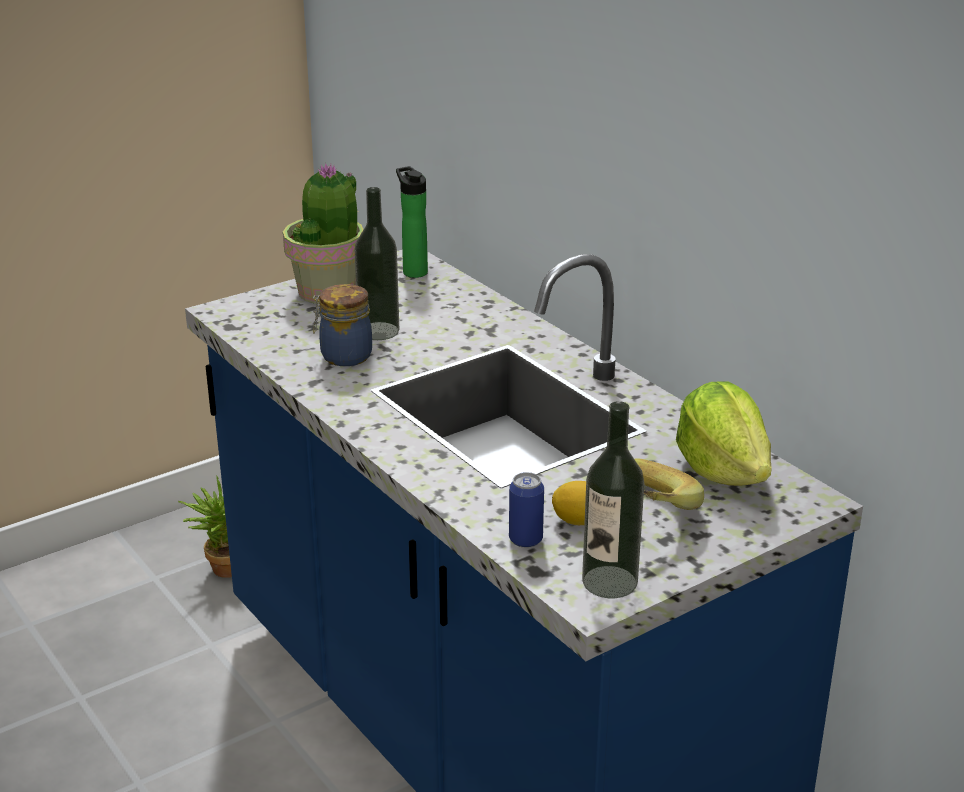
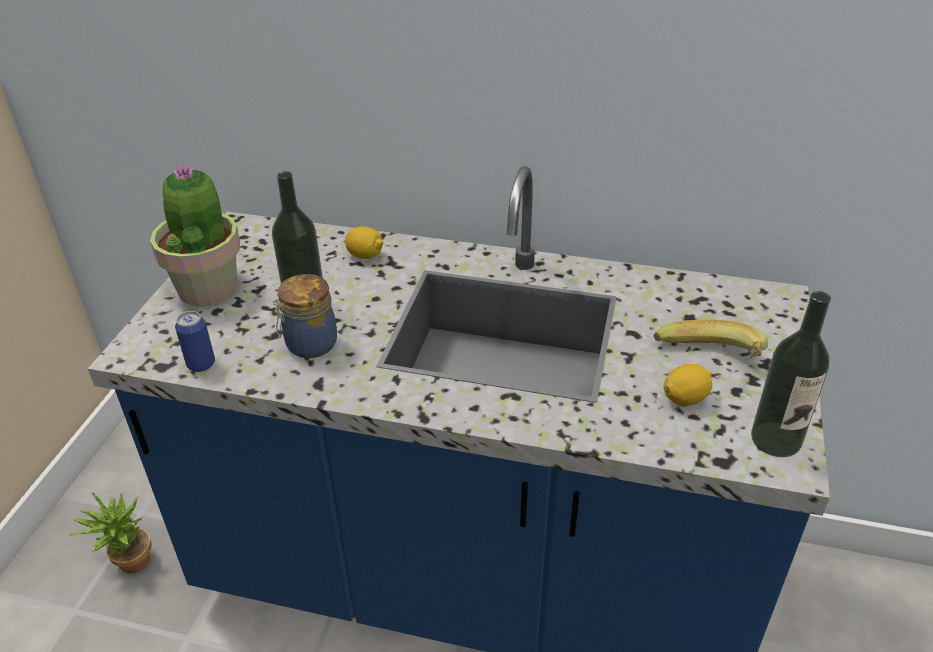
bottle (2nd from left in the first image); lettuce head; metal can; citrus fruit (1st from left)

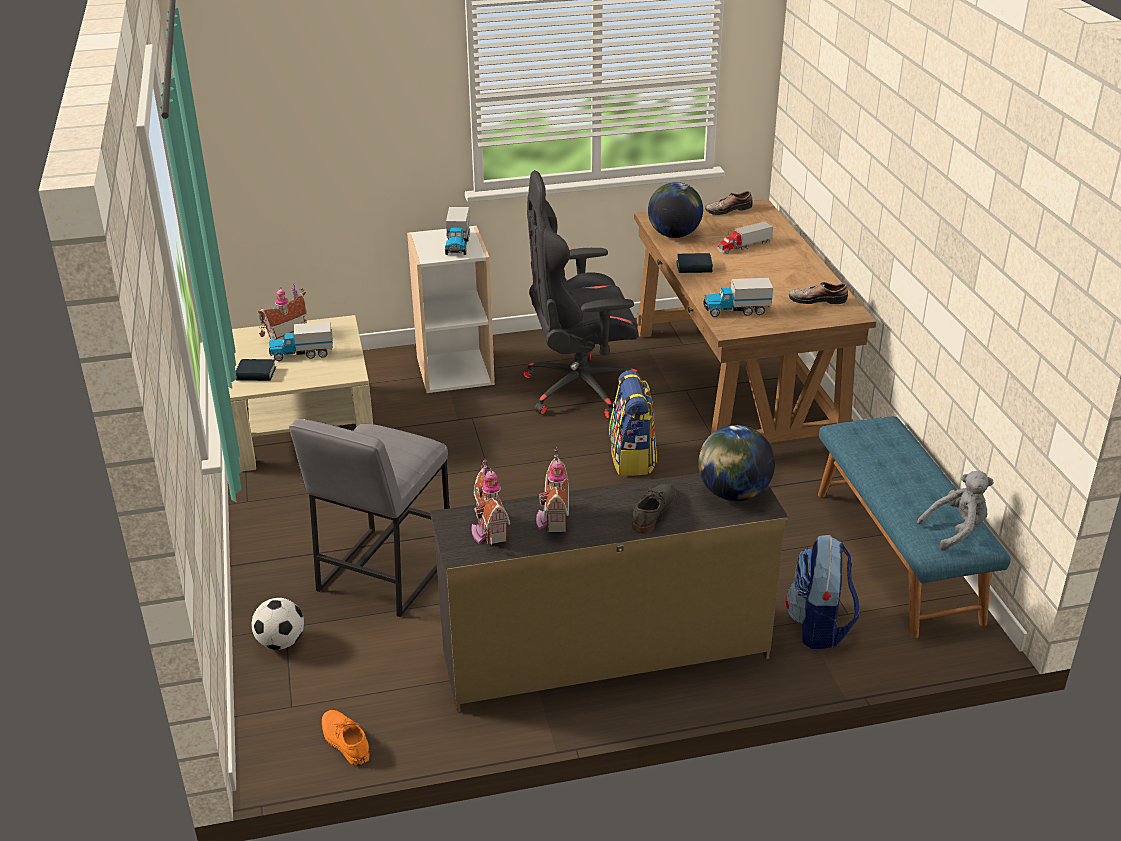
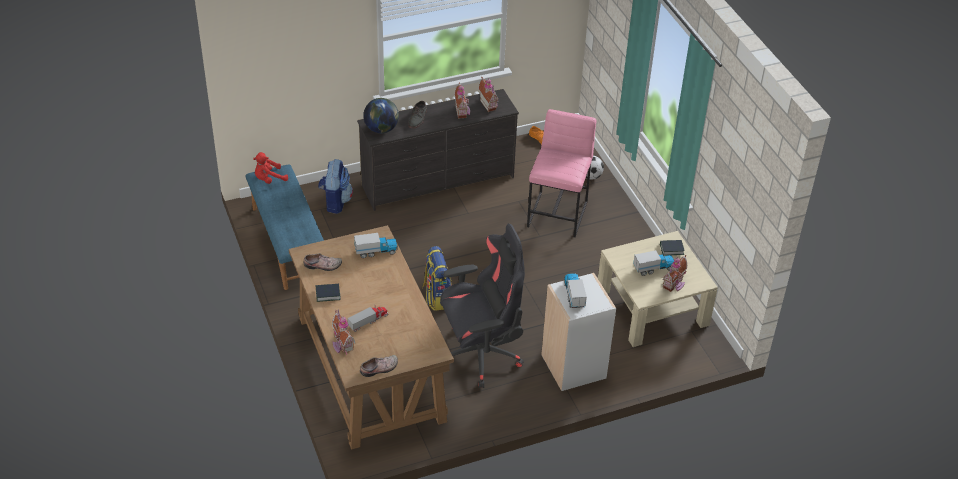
globe (1st from left in the first image); volume (1st from left); pink upright chair; red-coloured soft toy; model house (1st from left)

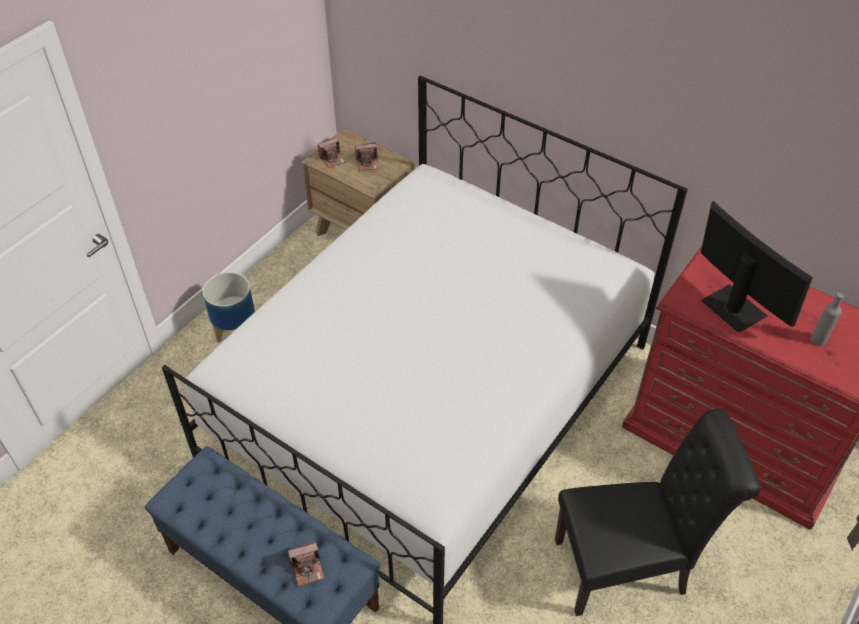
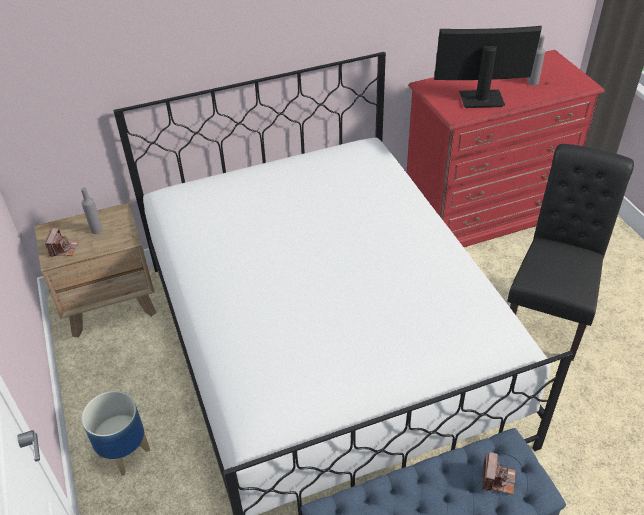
greyish bottle (1st from left)

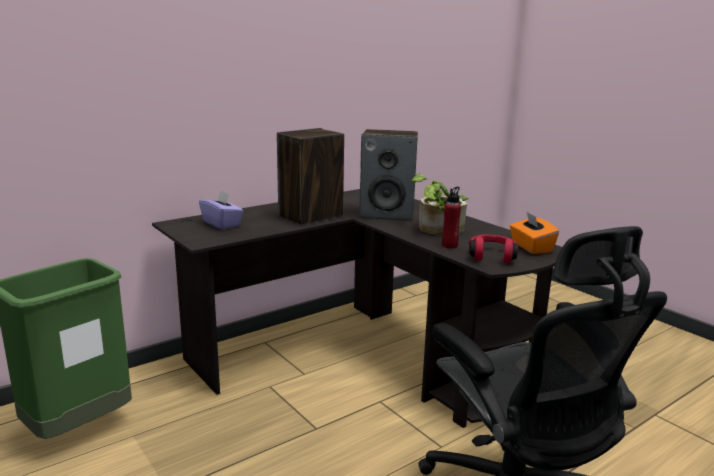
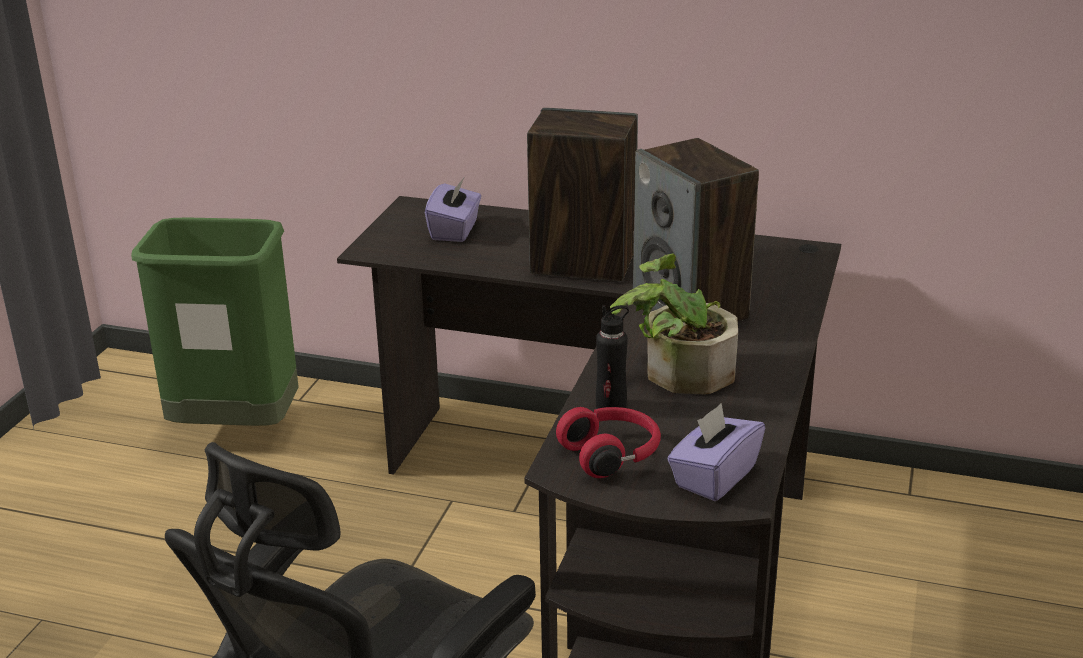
black bottle; purple tissue holder (2nd from left)

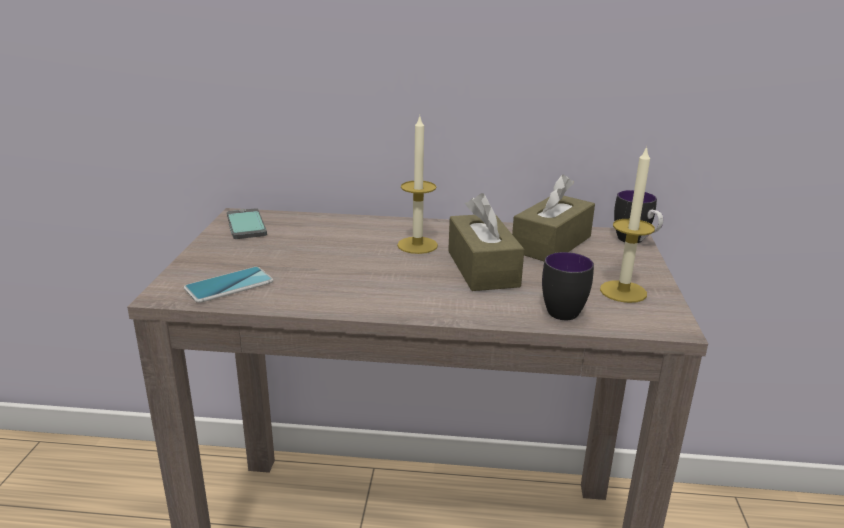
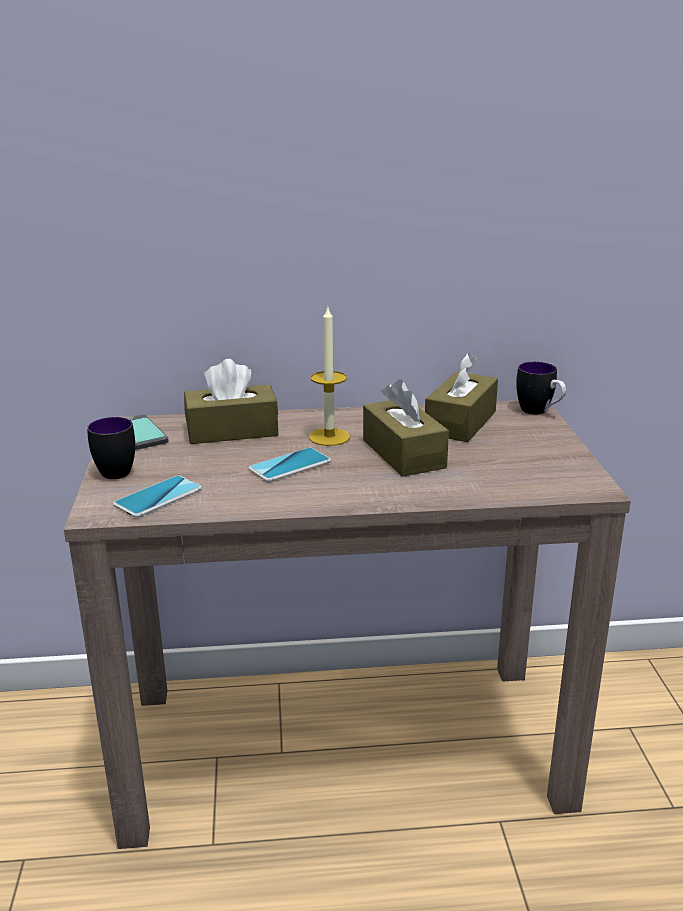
candle (2nd from left in the first image); mug (1st from left); brown tissue holder (1st from left); handset (3rd from left)

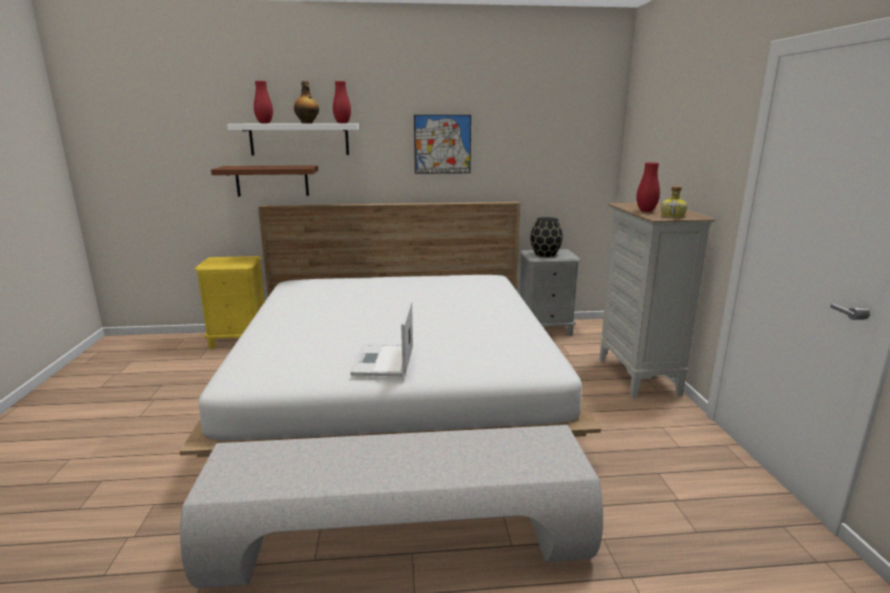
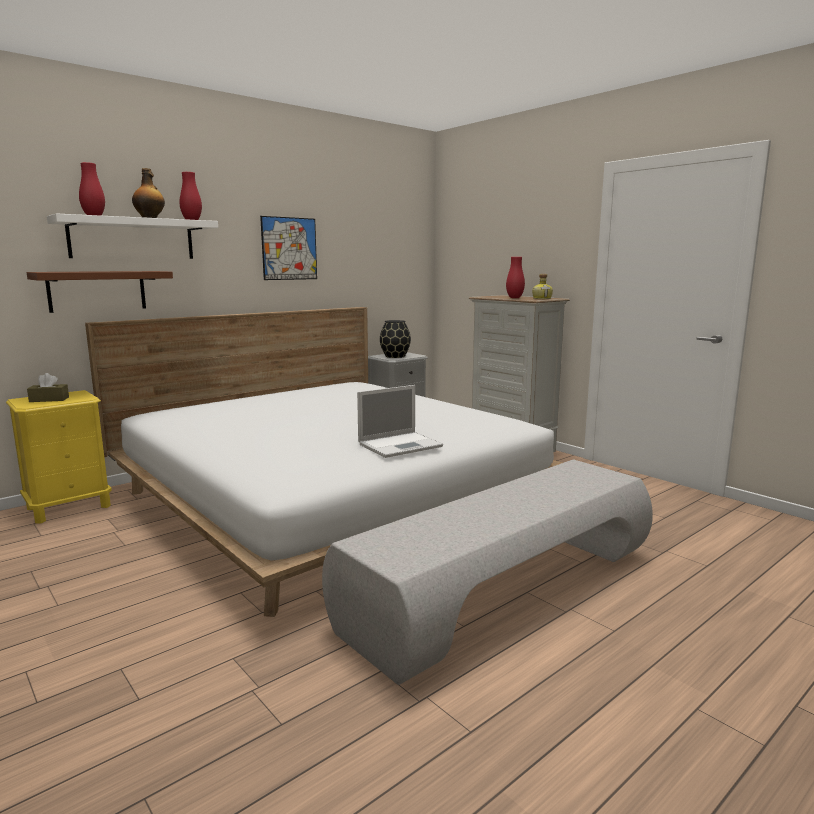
notebook computer; brown tissue holder

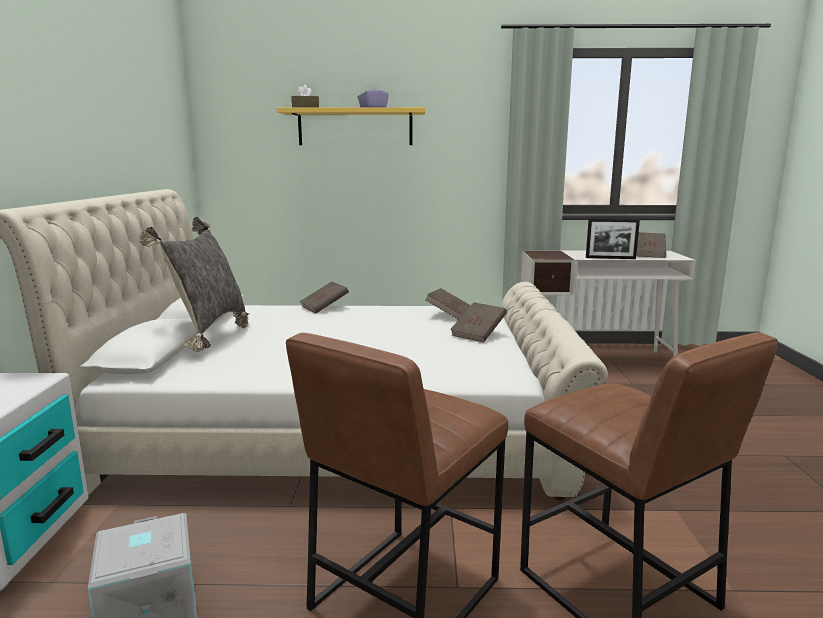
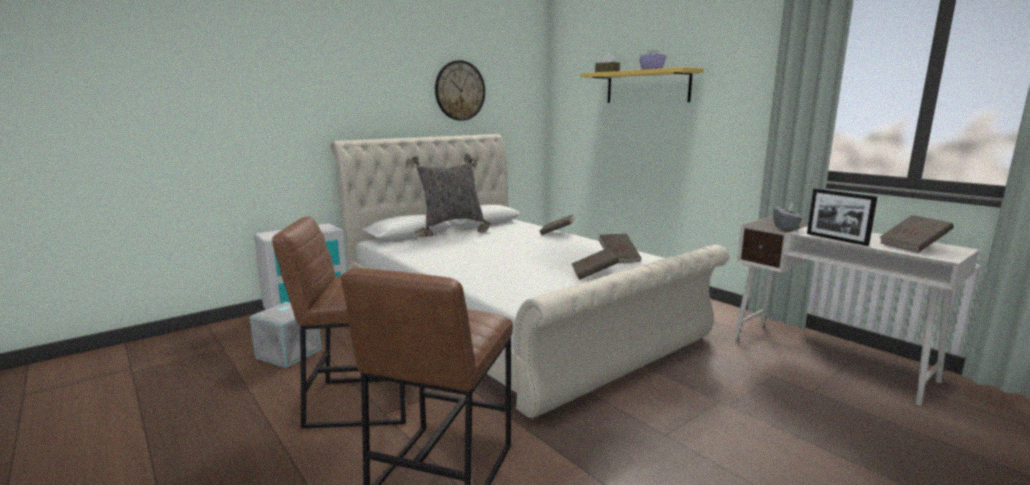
hanging clock; greyish tissue holder

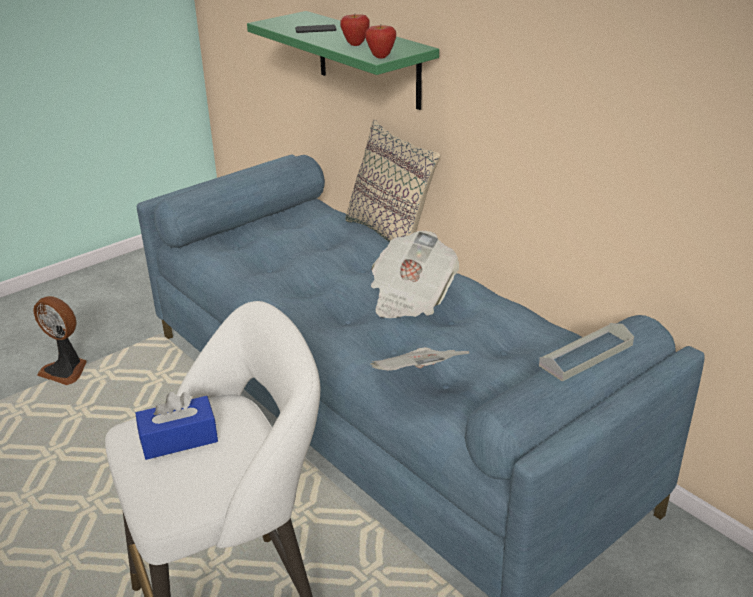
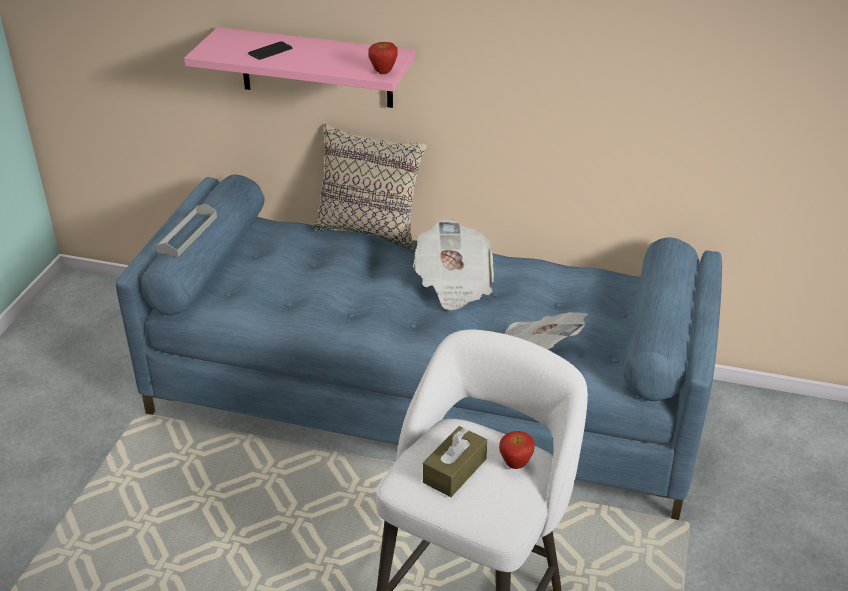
pink wall shelf; apple (2nd from left); fan; greyish tray; brown tissue holder

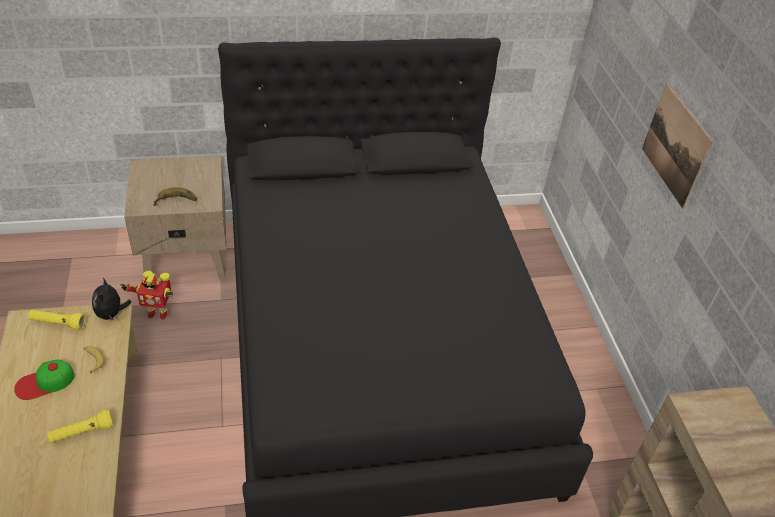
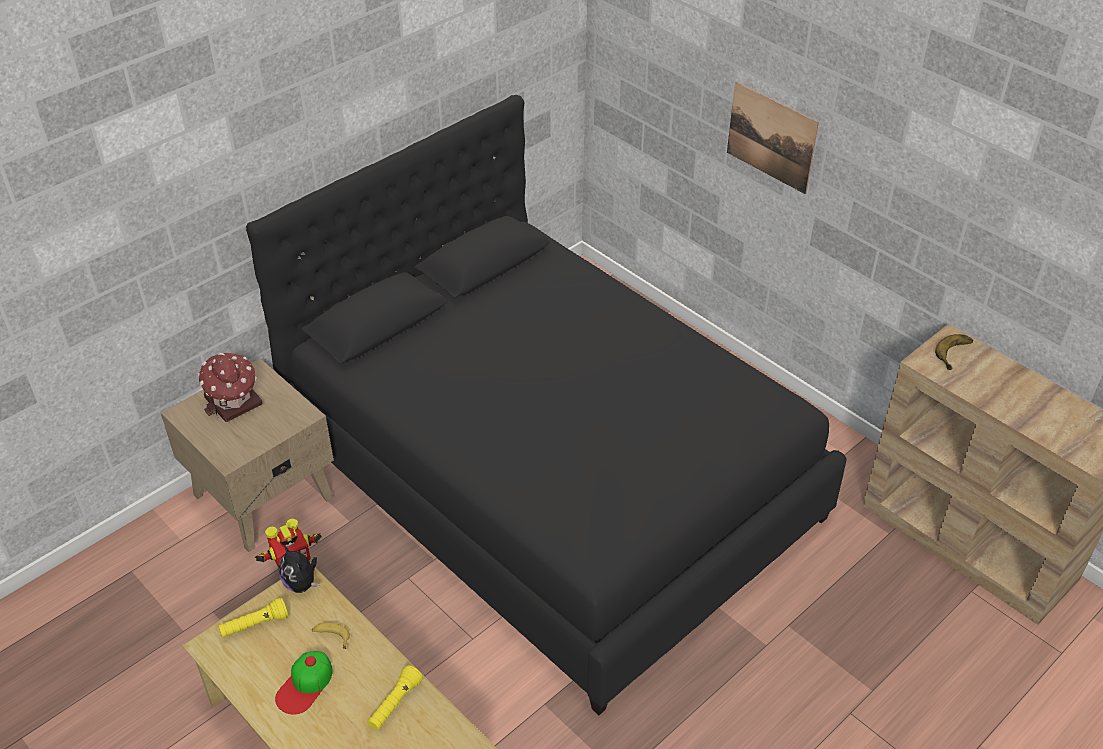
banana (2nd from left); model house

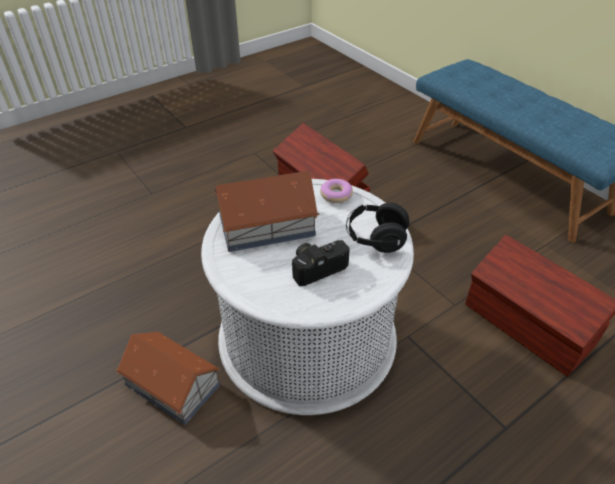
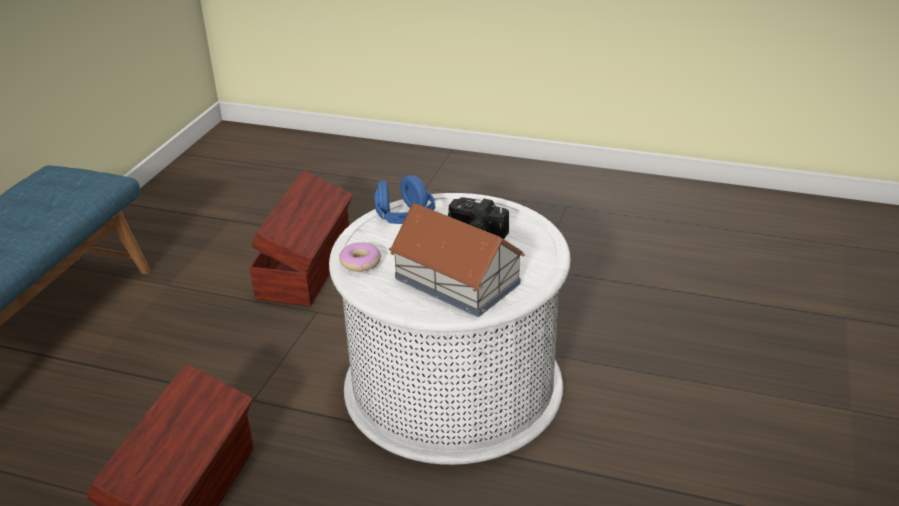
blue pair of headphones; model house (1st from left in the first image)

